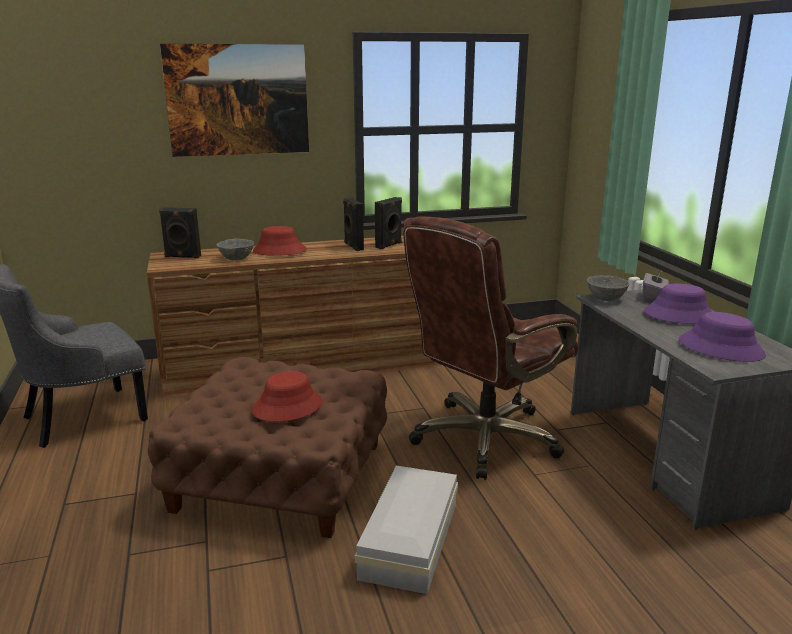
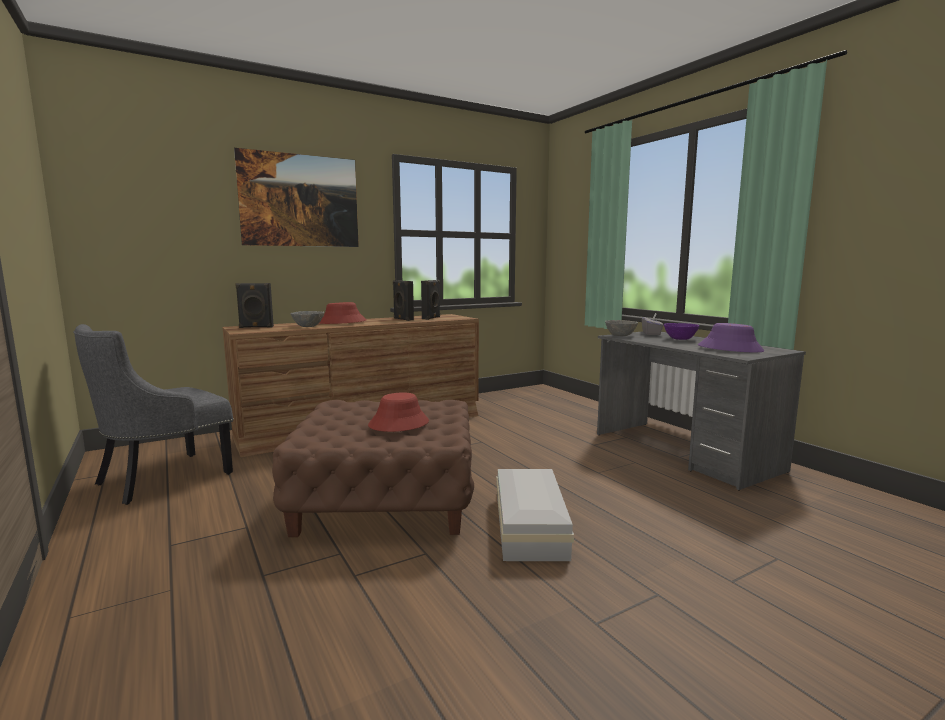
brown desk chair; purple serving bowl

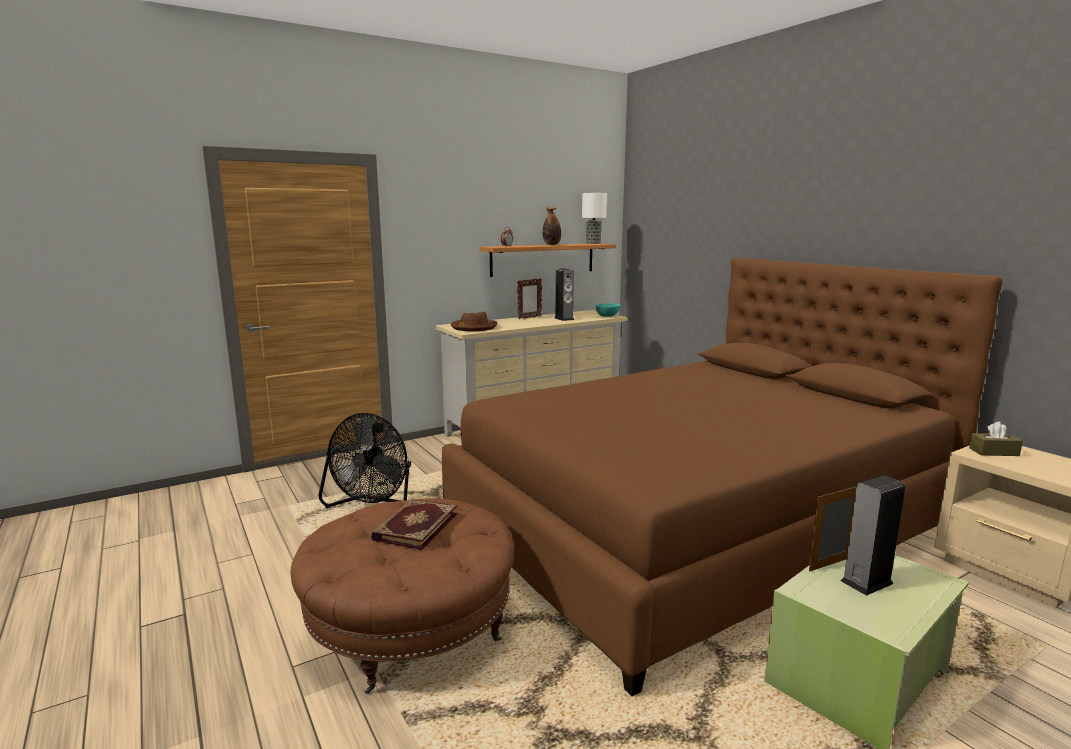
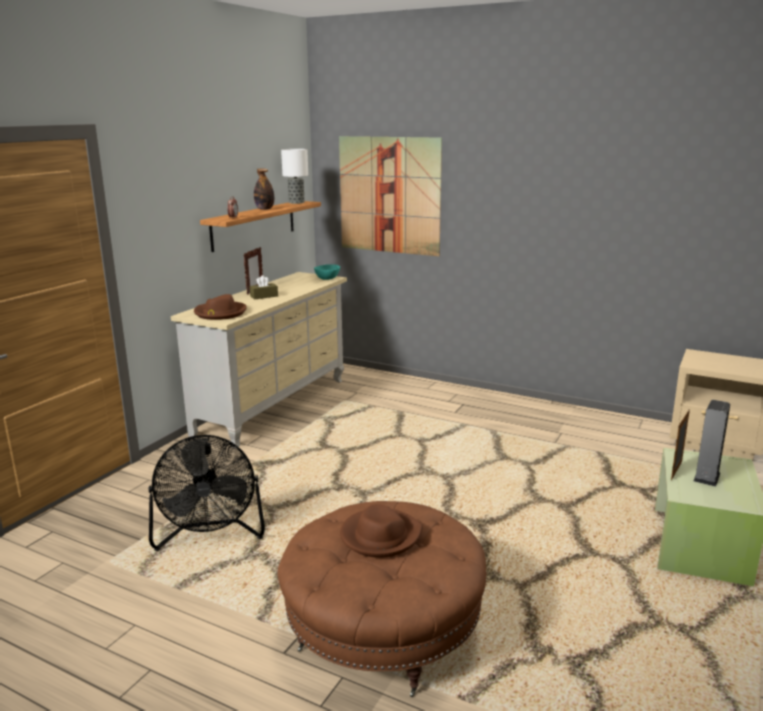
brown bedroom bed; speaker (1st from left in the first image); brown tissue holder; brown wearable hat (2nd from left); picture

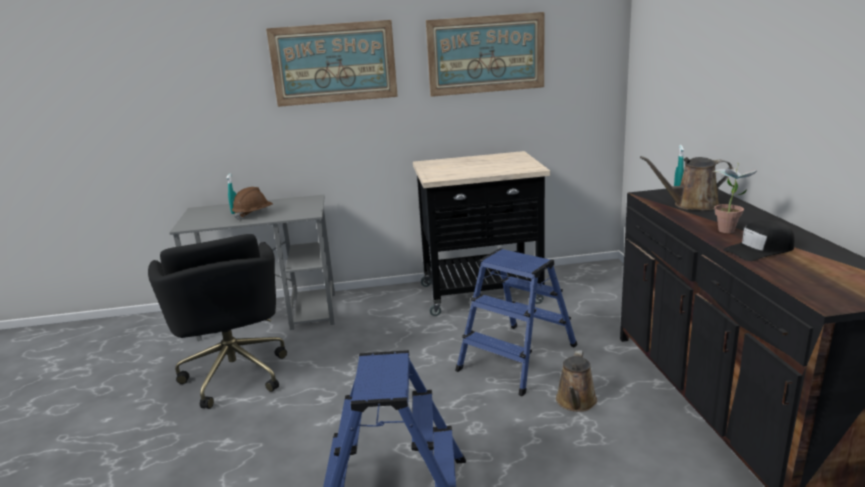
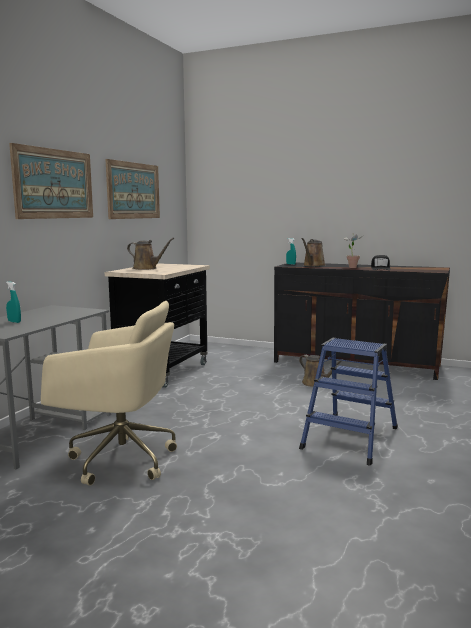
brown work helmet; beige desk chair; blue step ladder (2nd from left in the first image); brown sprinkling can (1st from left)

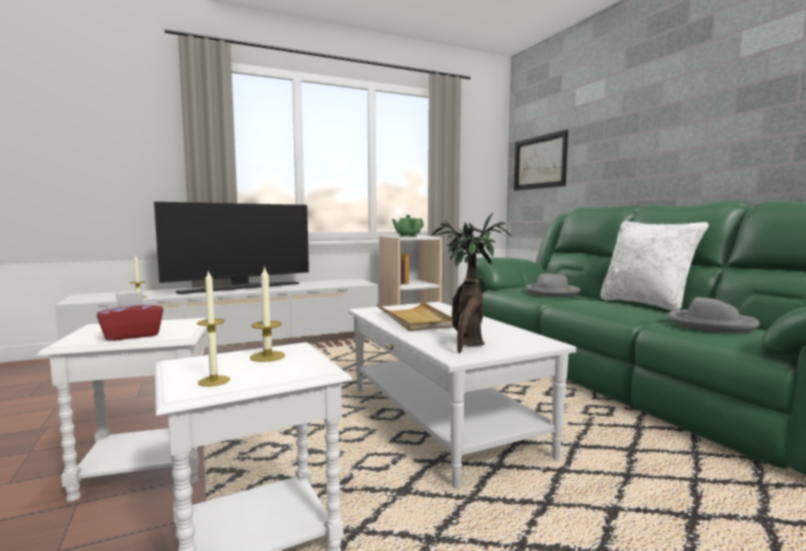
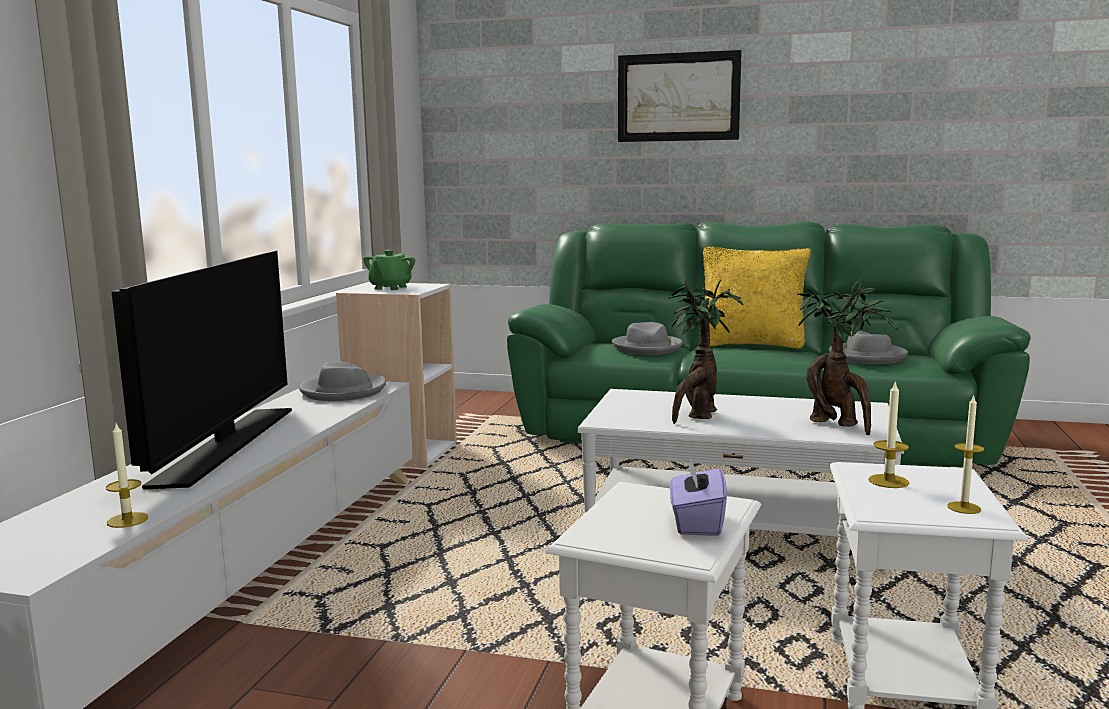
picture; yellow-coloured cushion; purple tissue holder; plant in a pot (1st from left); greyish wearable hat (1st from left)

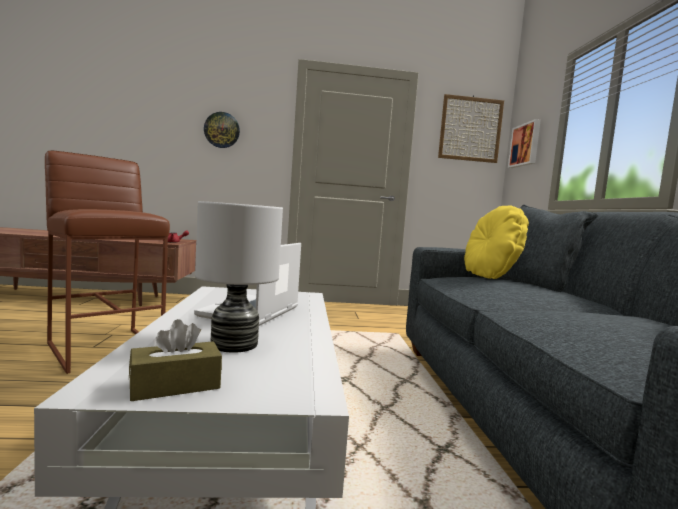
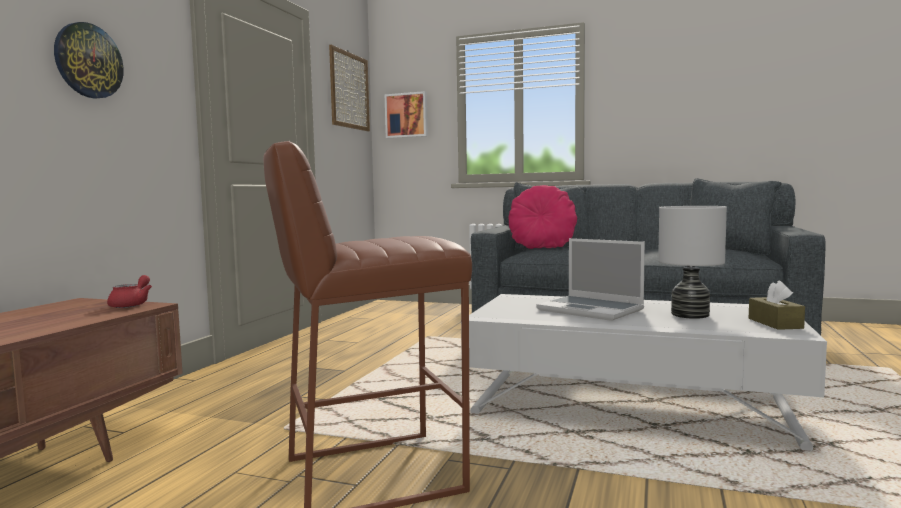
pink cushion

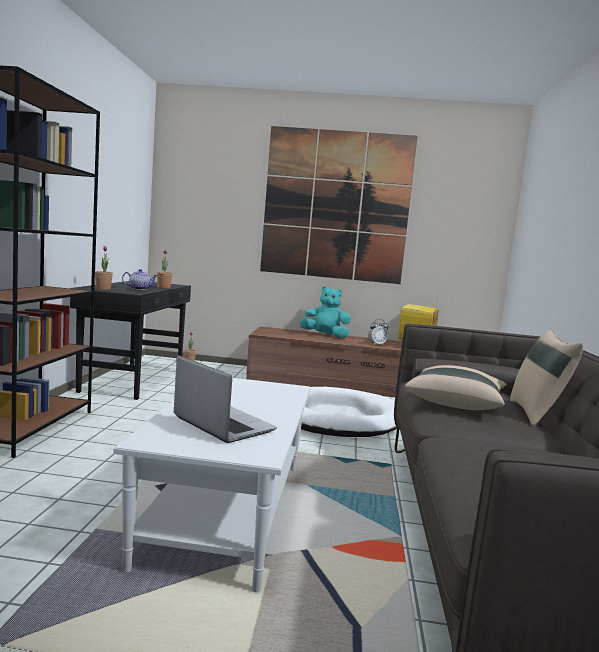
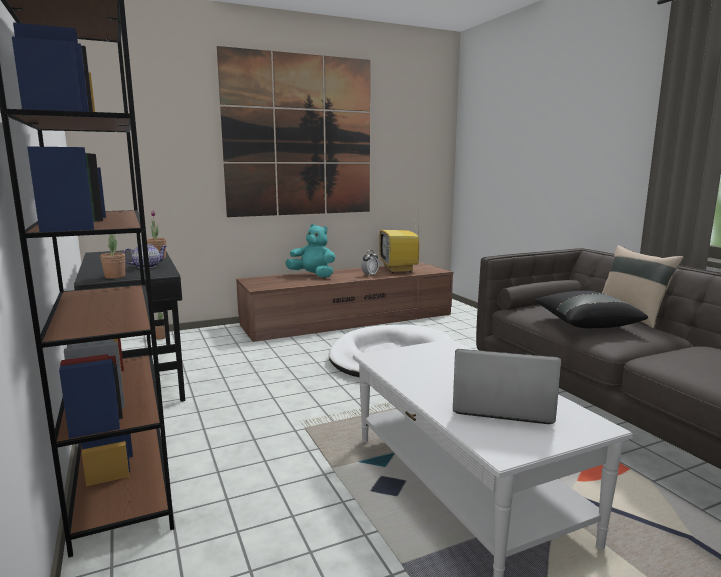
turquoise soft toy; black cushion

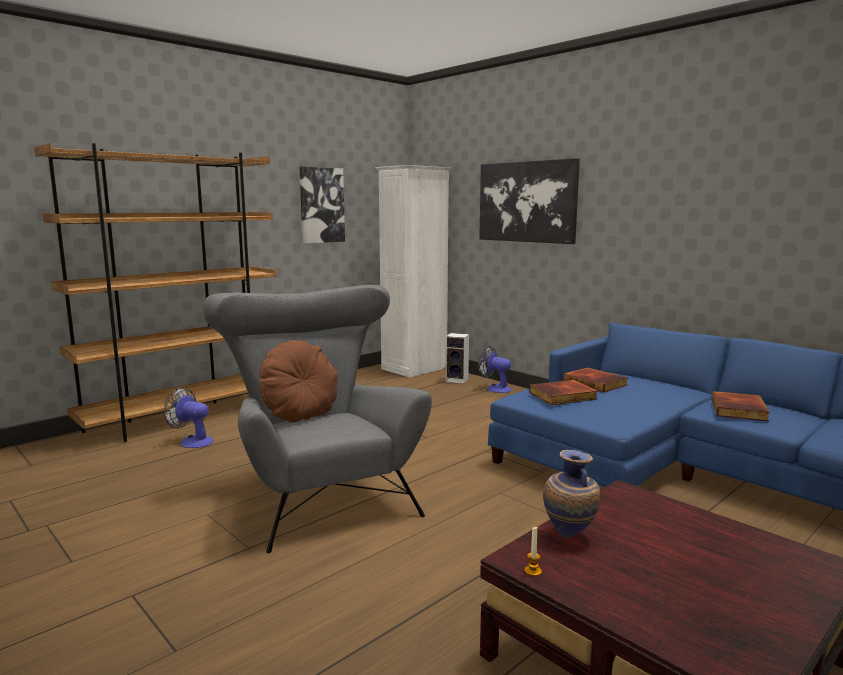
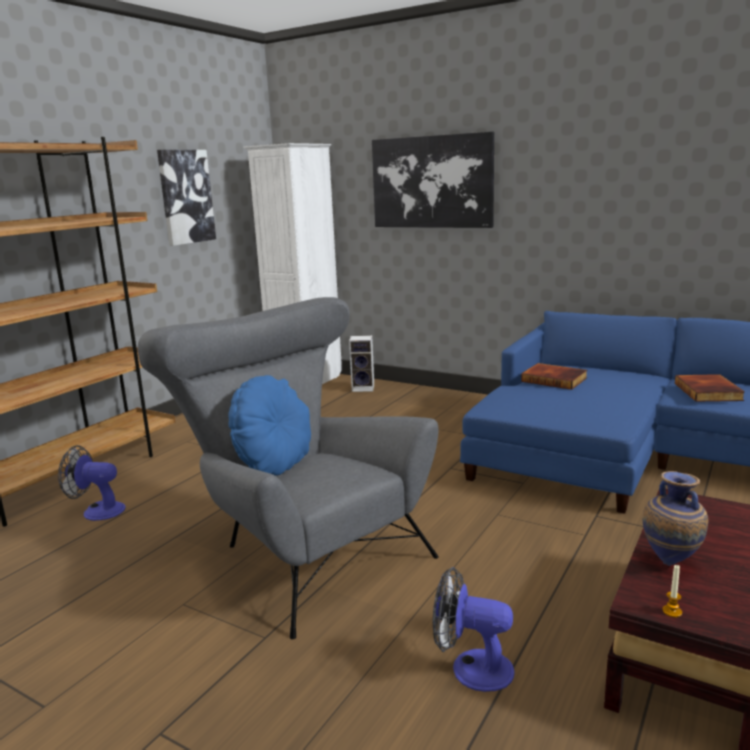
blue cushion; fan (2nd from left); volume (1st from left in the first image)

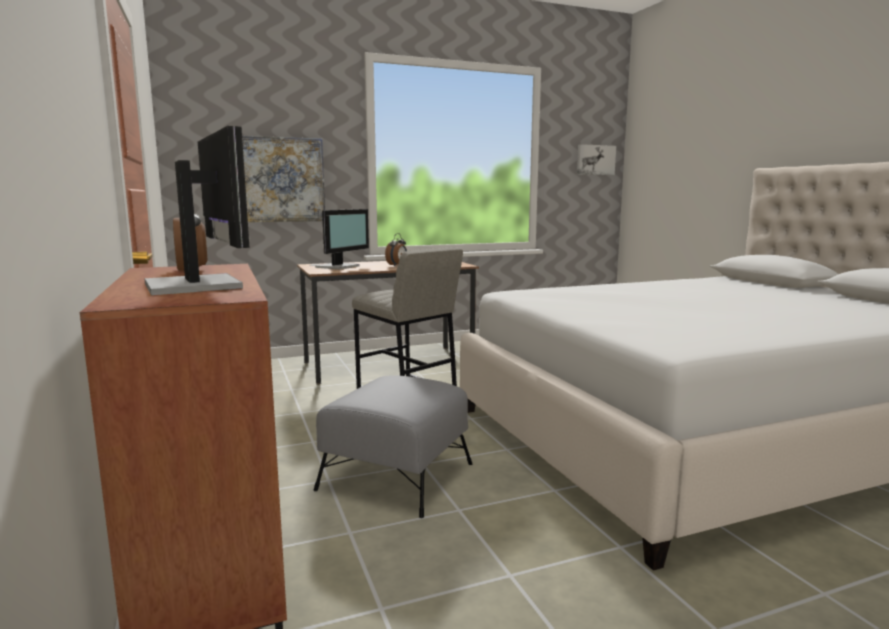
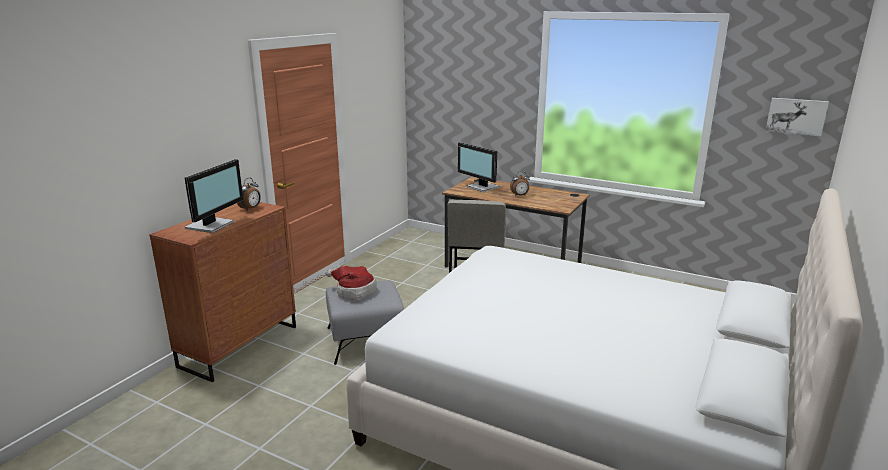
picture (1st from left in the first image); computer screen (2nd from left); wearable hat

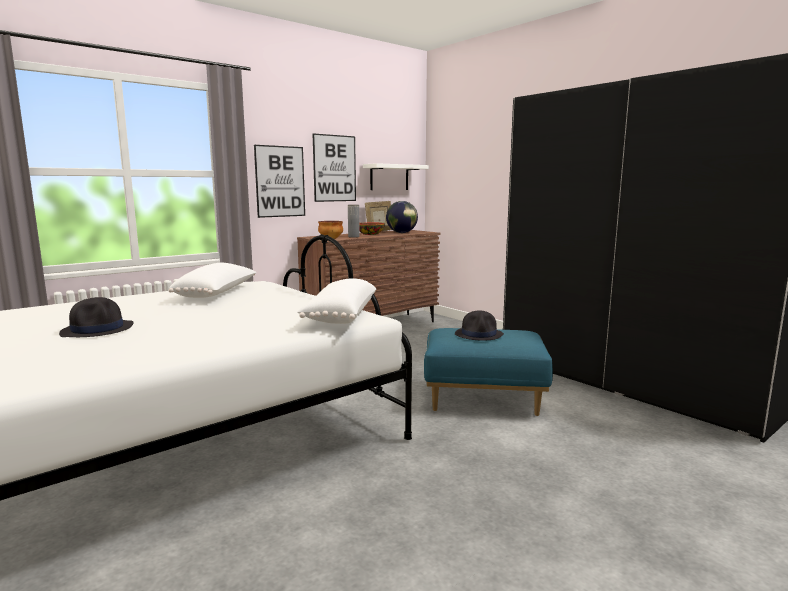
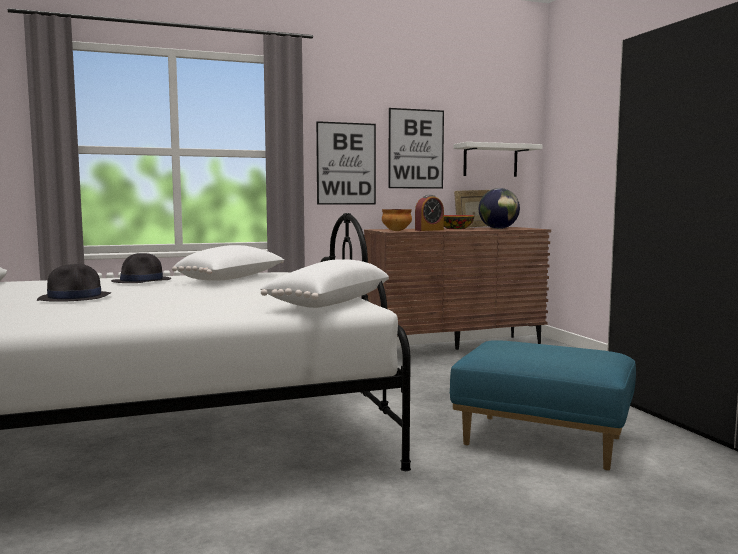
bedside clock; black wearable hat (2nd from left)

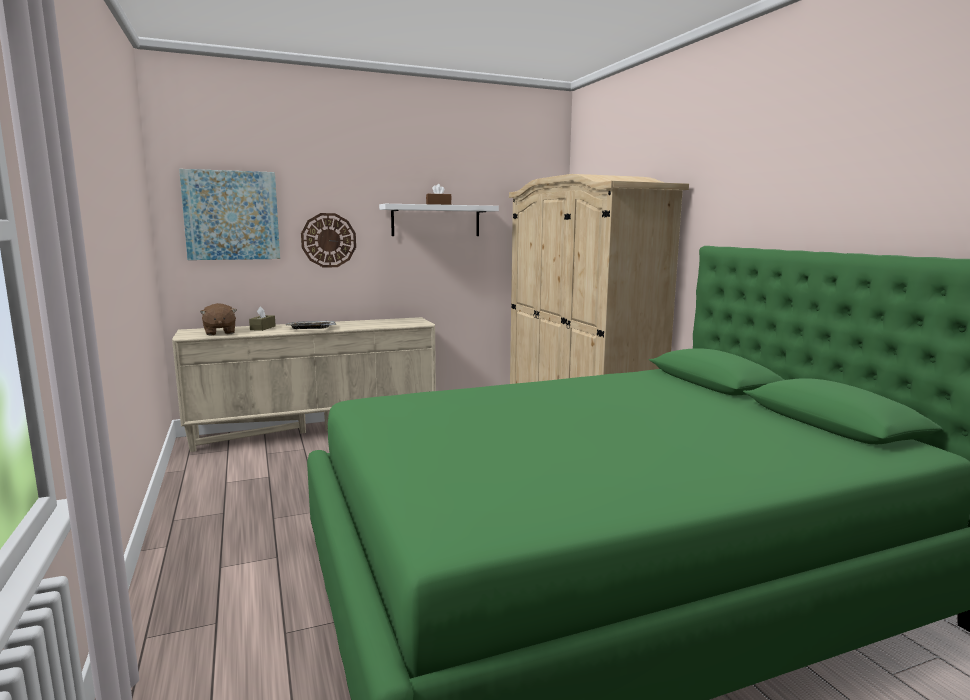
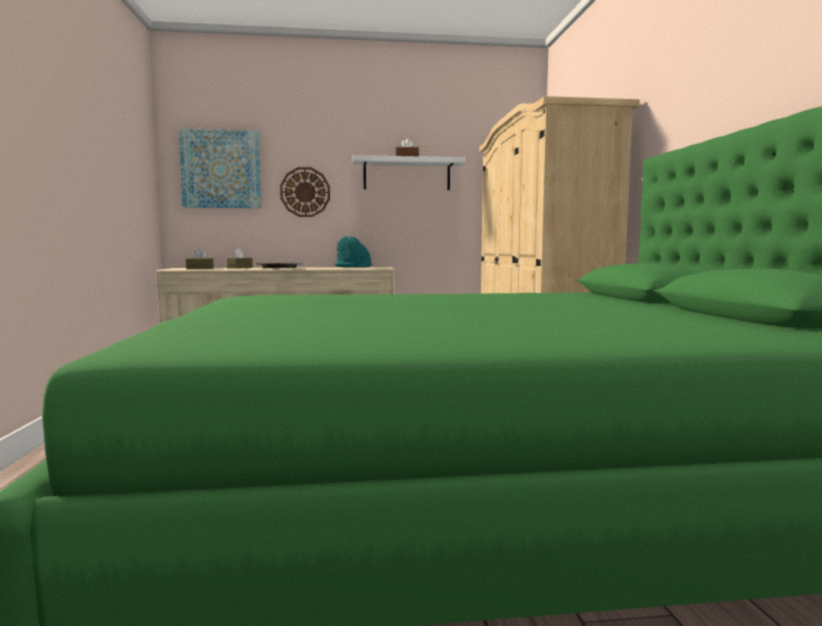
brown tissue holder (1st from left); turquoise wearable hat

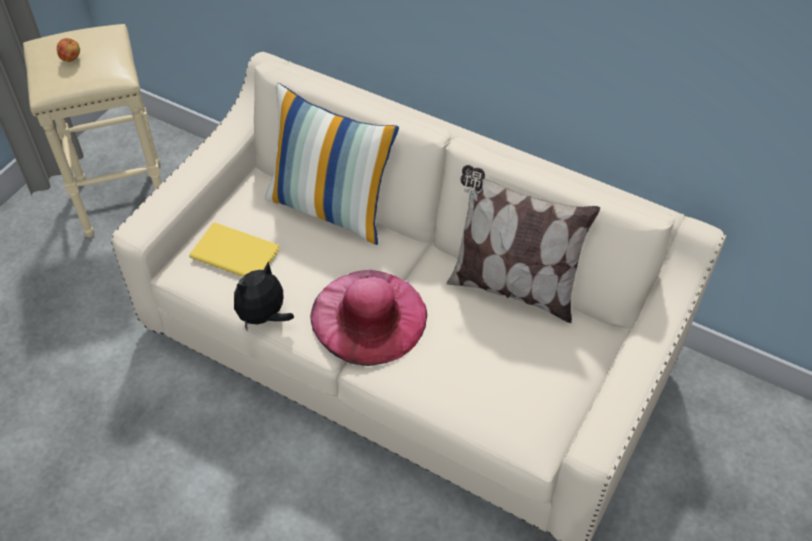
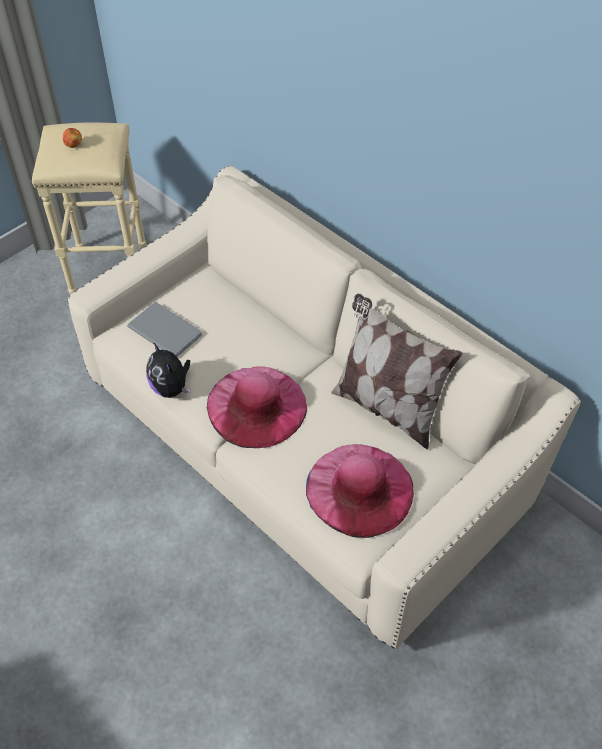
cushion (1st from left in the first image); greyish volume; soft toy; pink wearable hat (2nd from left)

